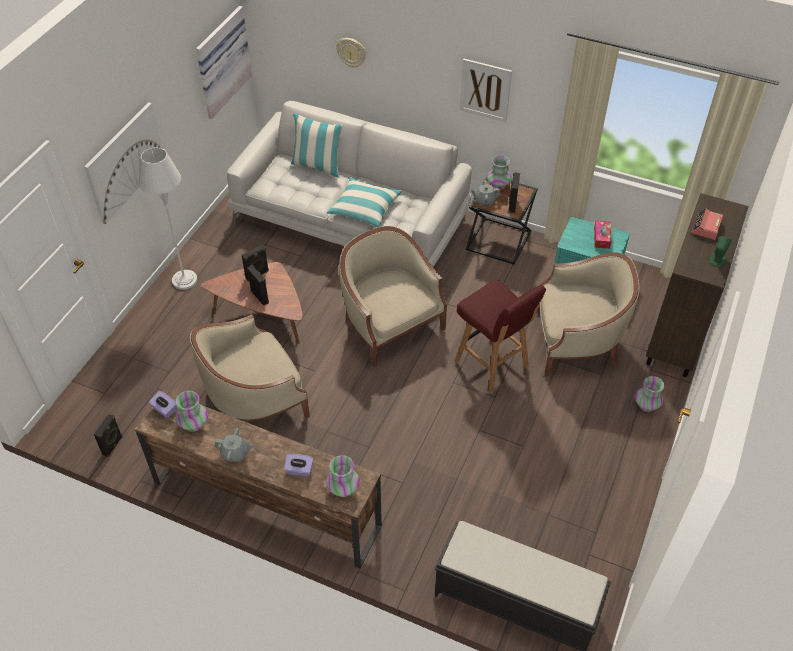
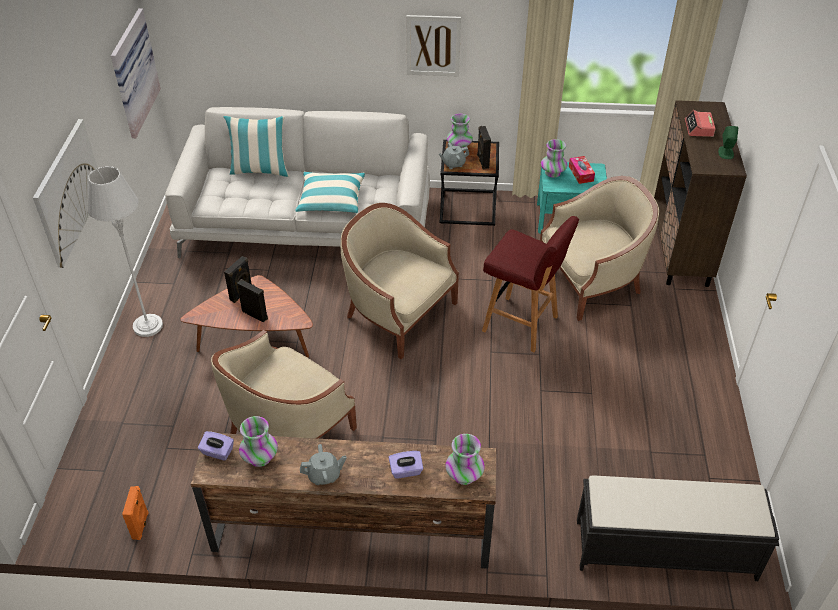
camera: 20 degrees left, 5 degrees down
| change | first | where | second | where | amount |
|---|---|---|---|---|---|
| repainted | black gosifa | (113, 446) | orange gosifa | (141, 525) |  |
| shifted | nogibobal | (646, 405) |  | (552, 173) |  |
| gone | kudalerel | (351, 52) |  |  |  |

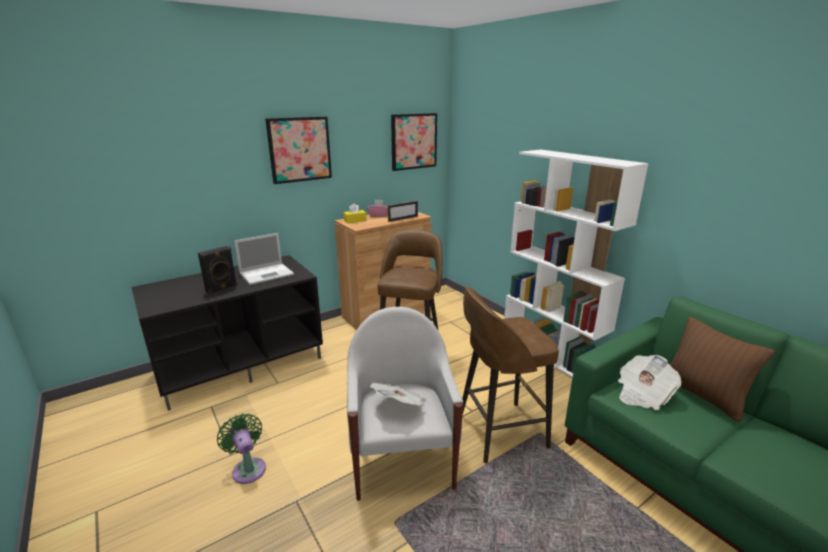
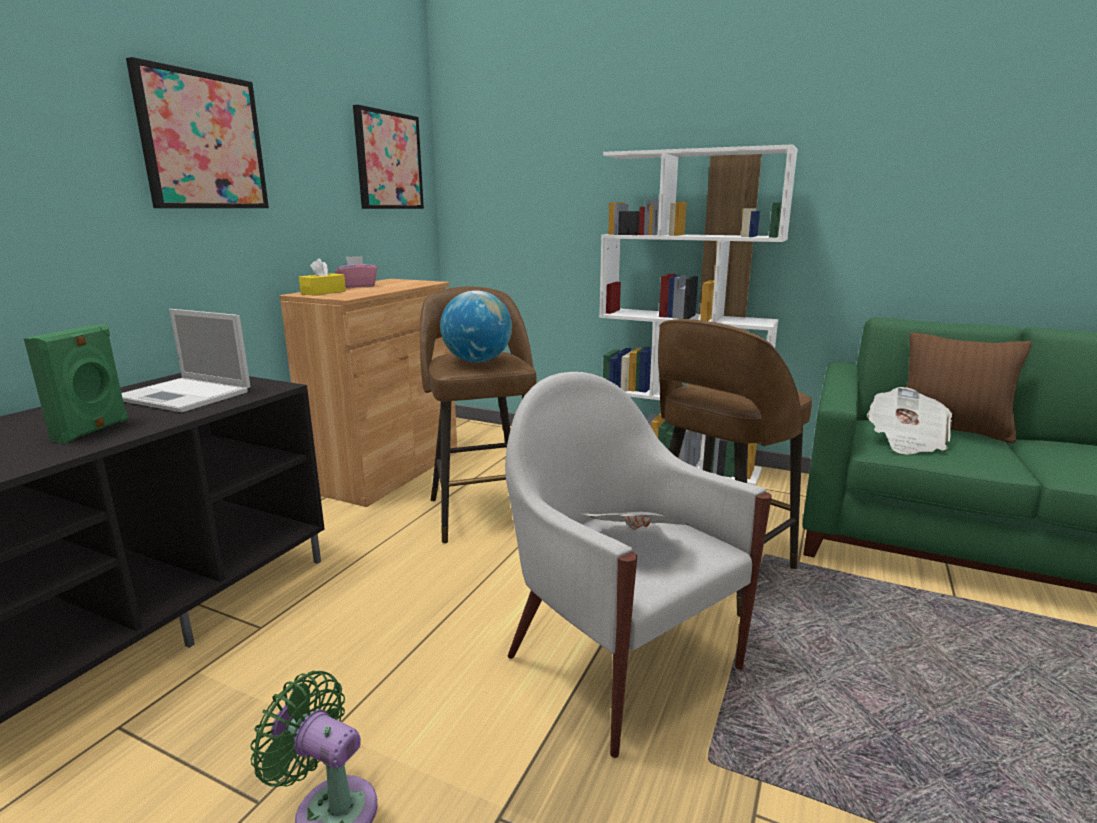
camera: 30 degrees left, 5 degrees down
| change | first | where | second | where | amount |
|---|---|---|---|---|---|
| repainted | black gosifa | (222, 288) | green gosifa | (93, 430) |  |
| rotated | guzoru | (267, 274) |  | (186, 395) | 90 degrees clockwise |
| new |  |  | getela | (477, 361) |  |
| gone | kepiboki | (403, 219) |  |  |  |

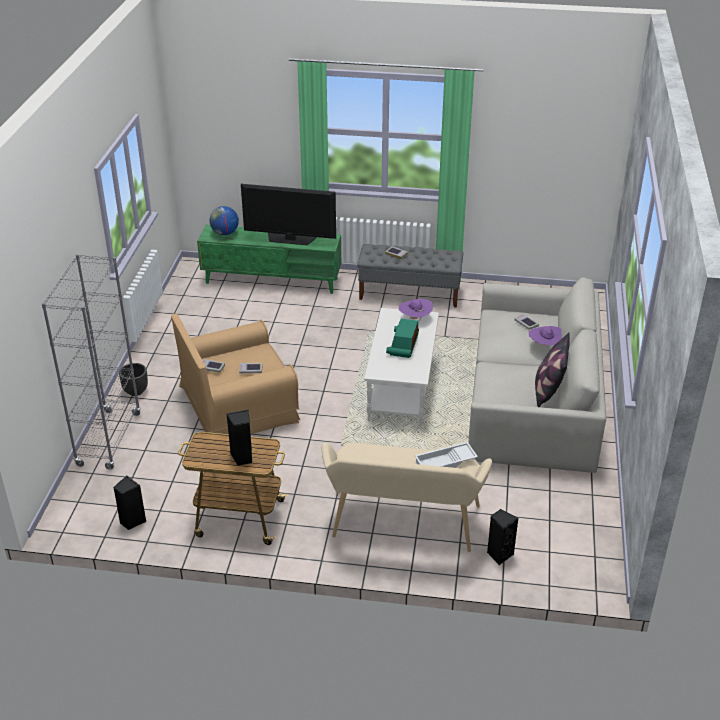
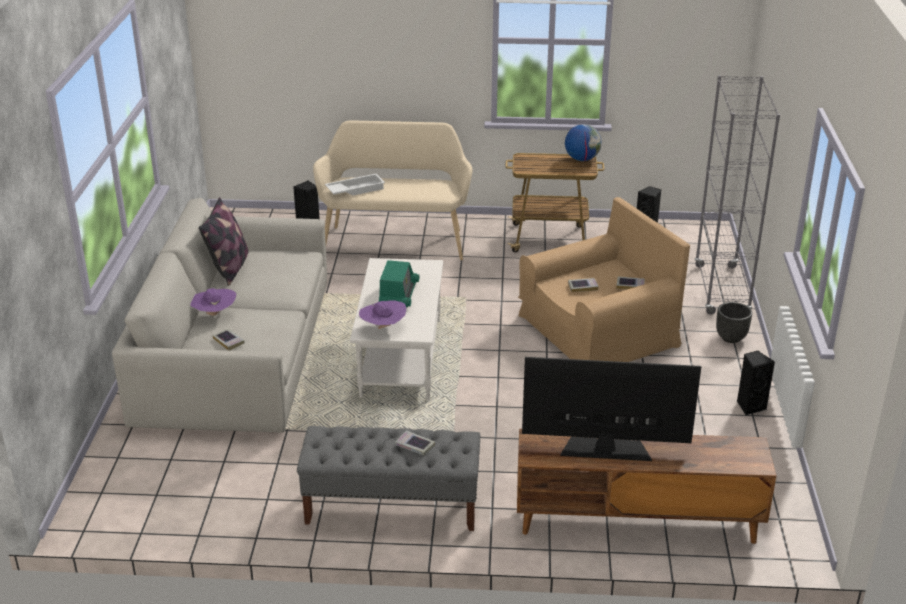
camera: 175 degrees right, 5 degrees down
| change | first | where | second | where | amount |
|---|---|---|---|---|---|
| repainted | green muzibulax | (272, 280) | brown muzibulax | (636, 521) |  |
| shifted | getela | (225, 233) |  | (582, 159) |  |
| shifted | black gosifa | (242, 458) |  | (750, 406) |  |

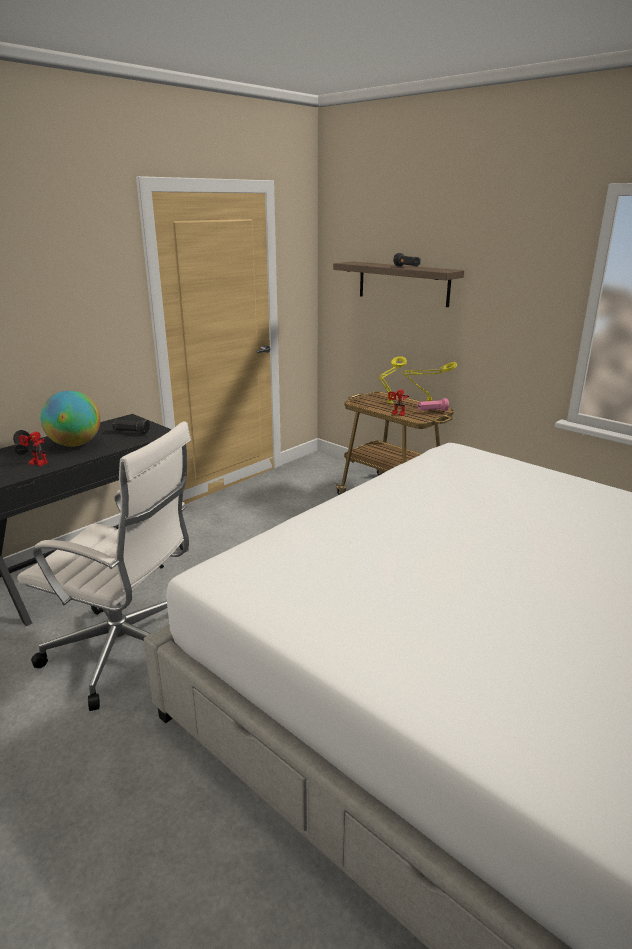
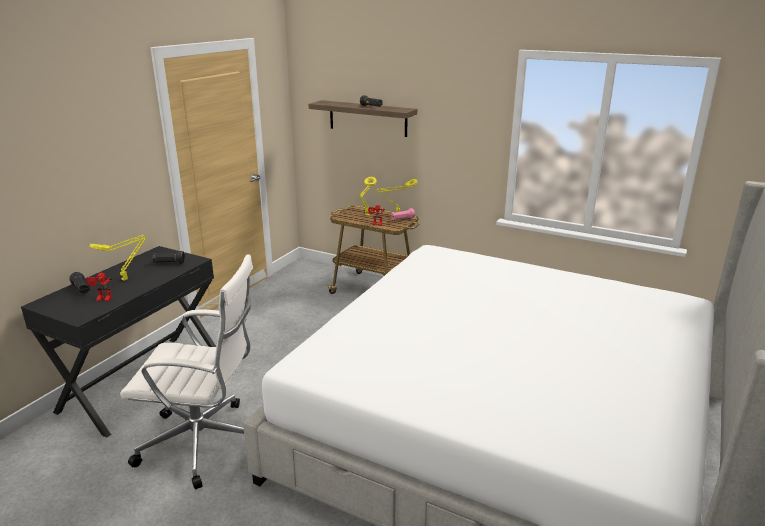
camera: 15 degrees left, 0 degrees up
| change | first | where | second | where | amount |
|---|---|---|---|---|---|
| swapped | getela | (75, 444) | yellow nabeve | (126, 279) |  |

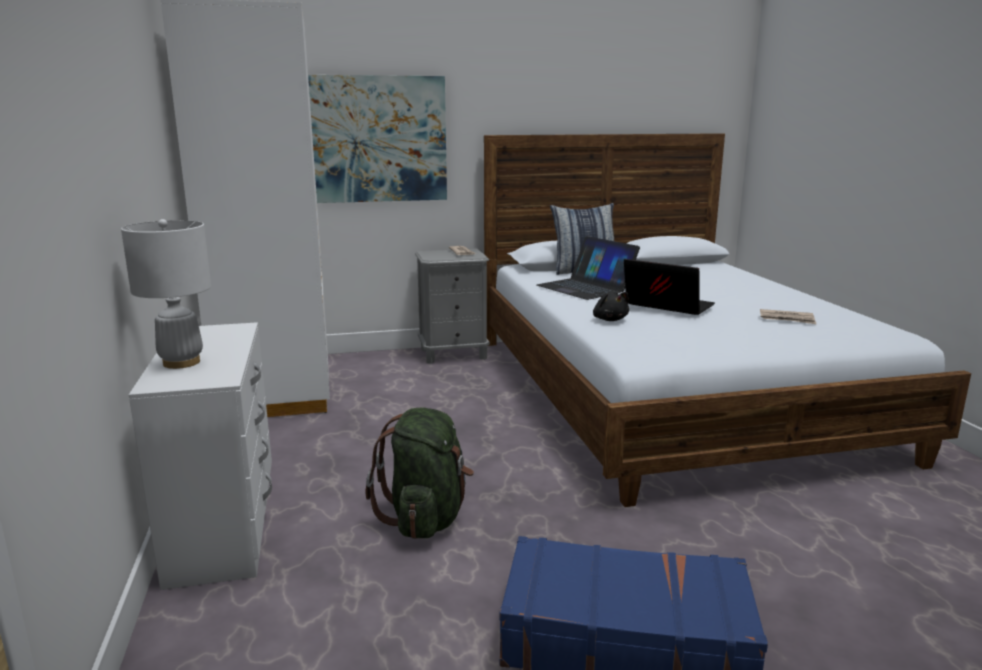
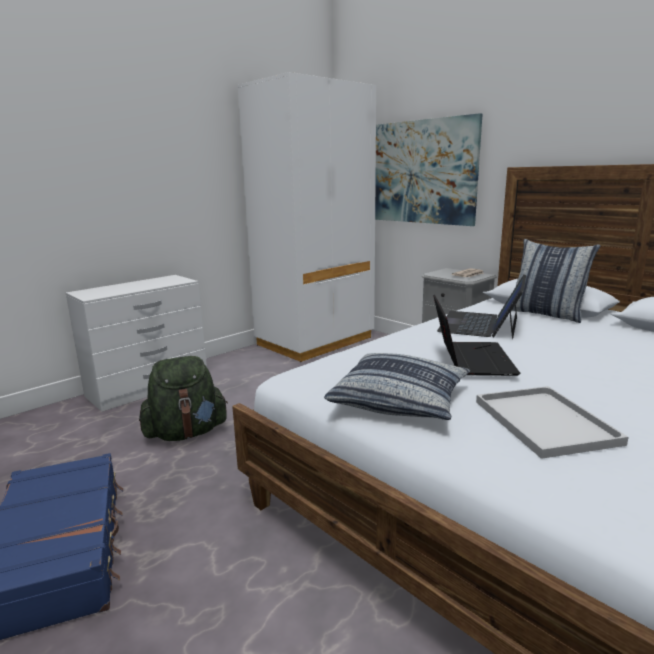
camera: 60 degrees right, 0 degrees up
| change | first | where | second | where | amount |
|---|---|---|---|---|---|
| new |  |  | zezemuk | (400, 399) |  |
| swapped | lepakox | (787, 319) | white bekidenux | (547, 423) |  |
| gone | white nabeve | (182, 362) |  |  |  |
| gone | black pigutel | (609, 319) |  |  |  |

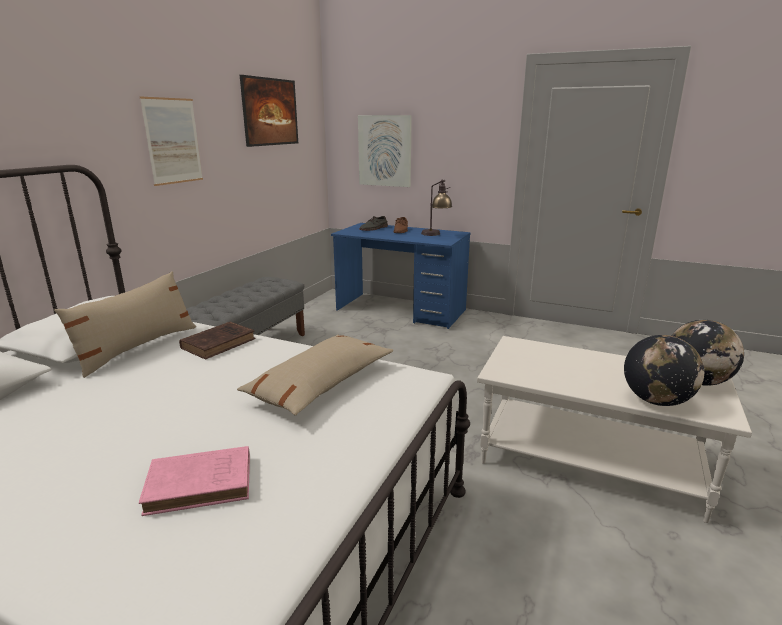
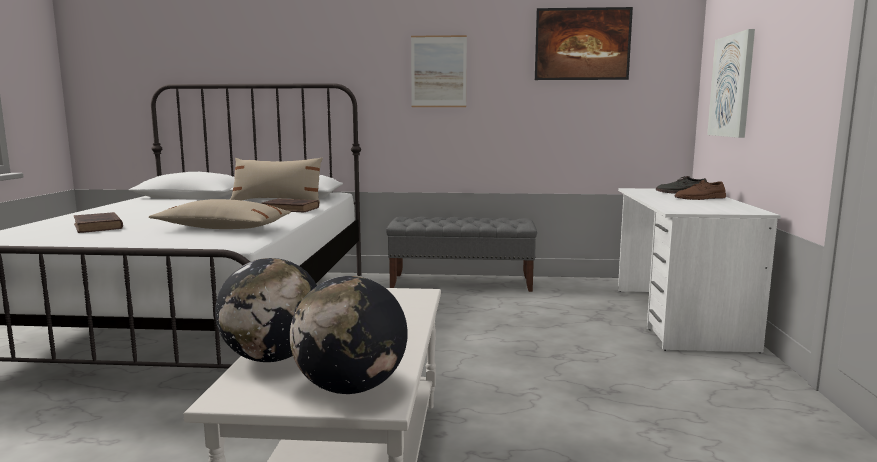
camera: 70 degrees right, 10 degrees down
| change | first | where | second | where | amount |
|---|---|---|---|---|---|
| repainted | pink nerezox | (203, 484) | brown nerezox | (98, 227) |  |
| repainted | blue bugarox | (401, 310) | white bugarox | (679, 318) |  |
| gone | nabeve | (435, 235) |  |  |  |

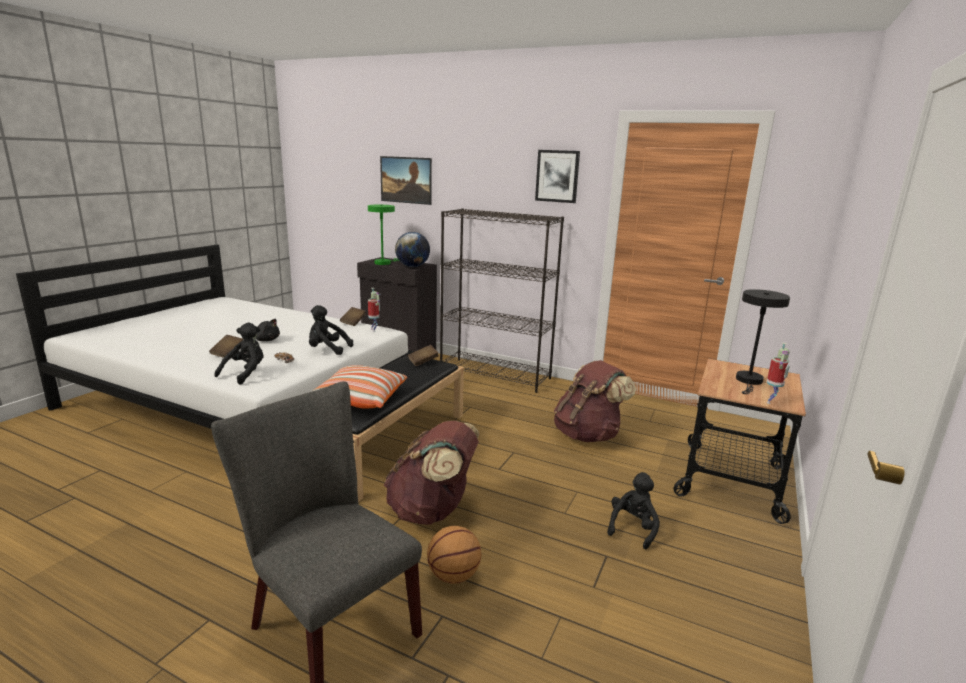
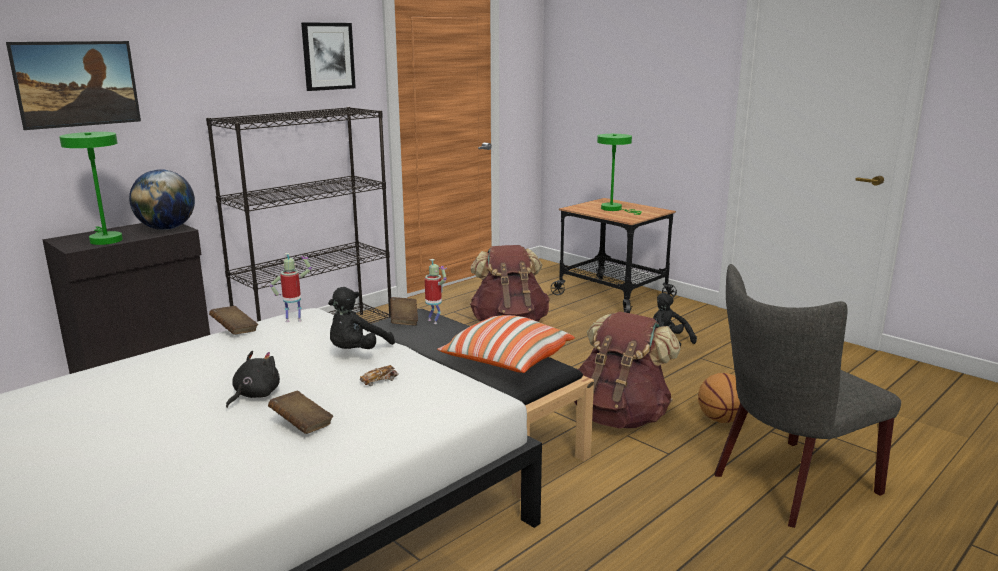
camera: 70 degrees left, 0 degrees up
| change | first | where | second | where | amount |
|---|---|---|---|---|---|
| shifted | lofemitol | (771, 402) |  | (434, 321) |  |
| repainted | black nabeve | (749, 381) | green nabeve | (614, 209) |  |
| gone | black pigutel | (245, 373) |  |  |  |

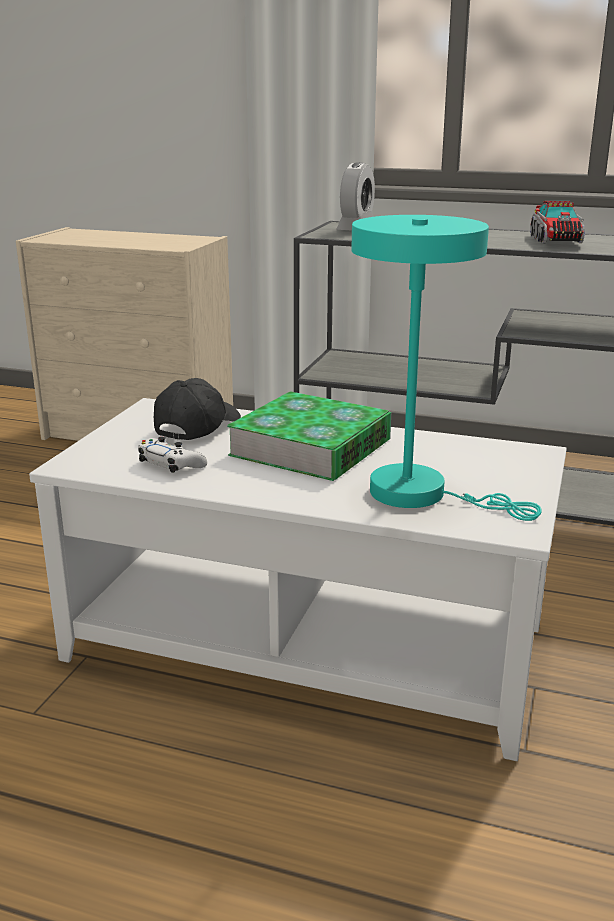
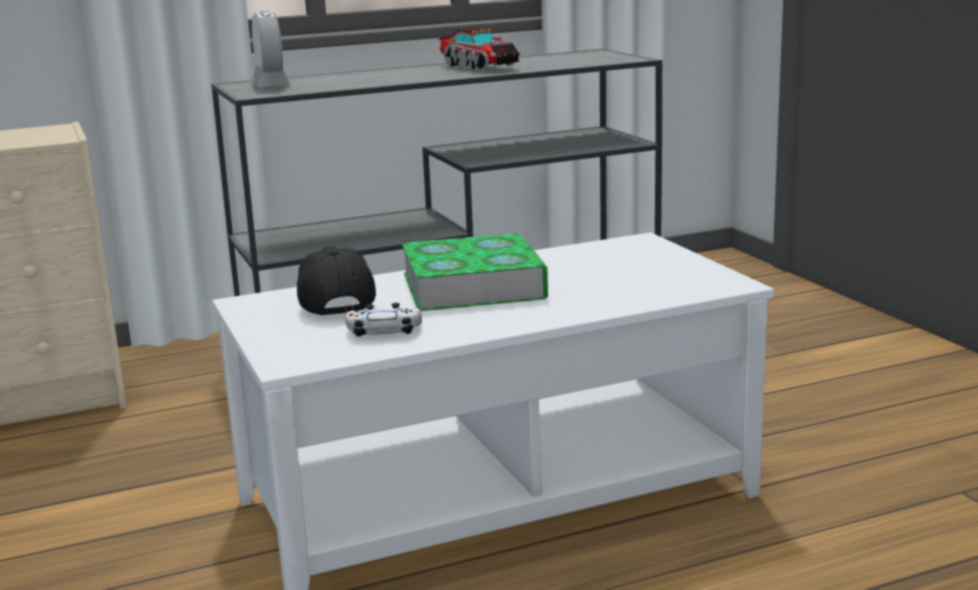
camera: 40 degrees left, 5 degrees down
| change | first | where | second | where | amount |
|---|---|---|---|---|---|
| gone | turquoise nabeve | (421, 494) |  |  |  |

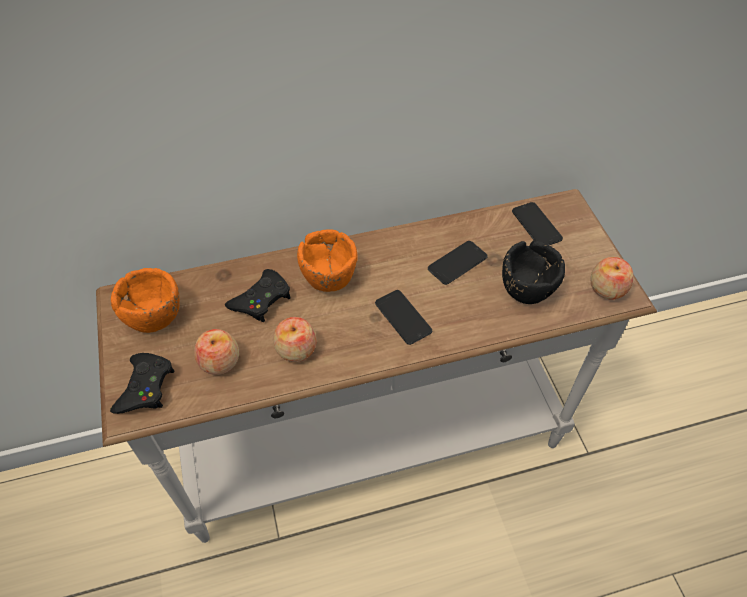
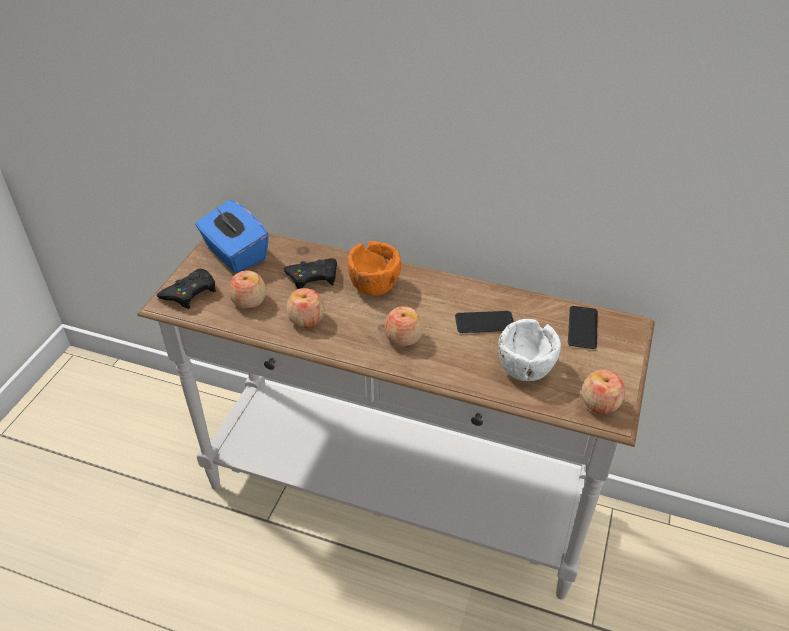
camera: 35 degrees right, 10 degrees down
| change | first | where | second | where | amount |
|---|---|---|---|---|---|
| swapped | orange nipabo | (155, 316) | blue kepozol | (235, 254) |  |
| swapped | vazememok | (403, 317) | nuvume | (403, 338) |  |
| repainted | black nipabo | (526, 289) | white nipabo | (525, 368) |  |

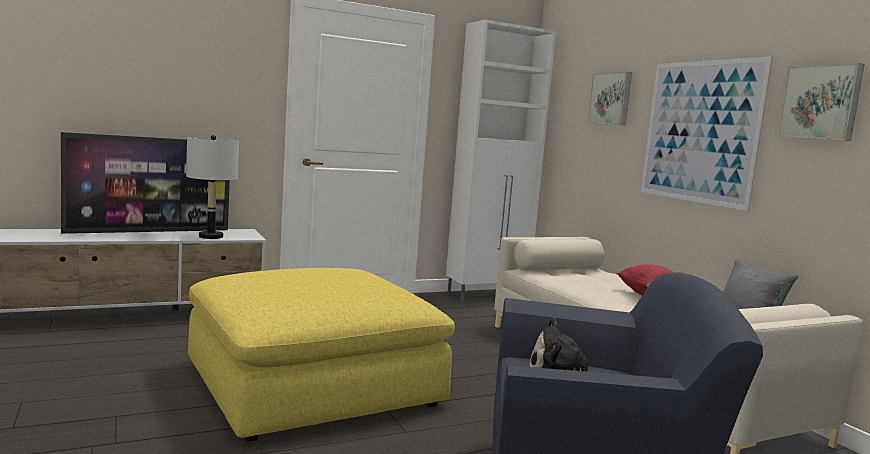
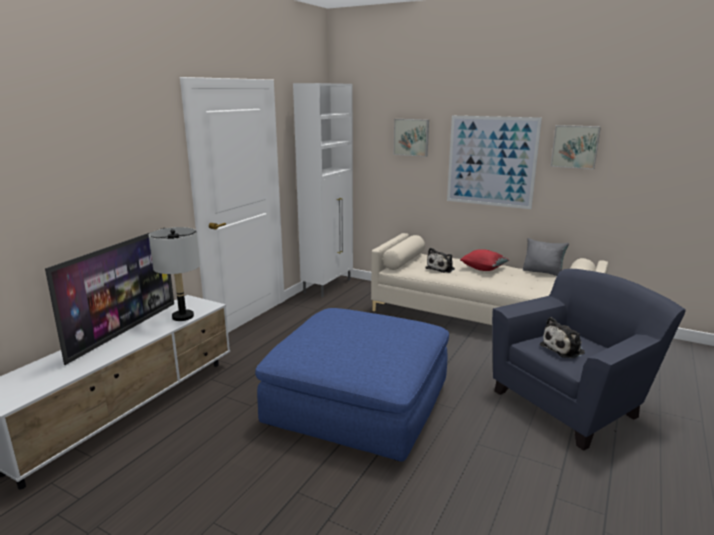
camera: 35 degrees left, 10 degrees up
| change | first | where | second | where | amount |
|---|---|---|---|---|---|
| repainted | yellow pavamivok | (313, 384) | blue pavamivok | (358, 403) |  |
| new |  |  | pigutel | (441, 268) |  |

